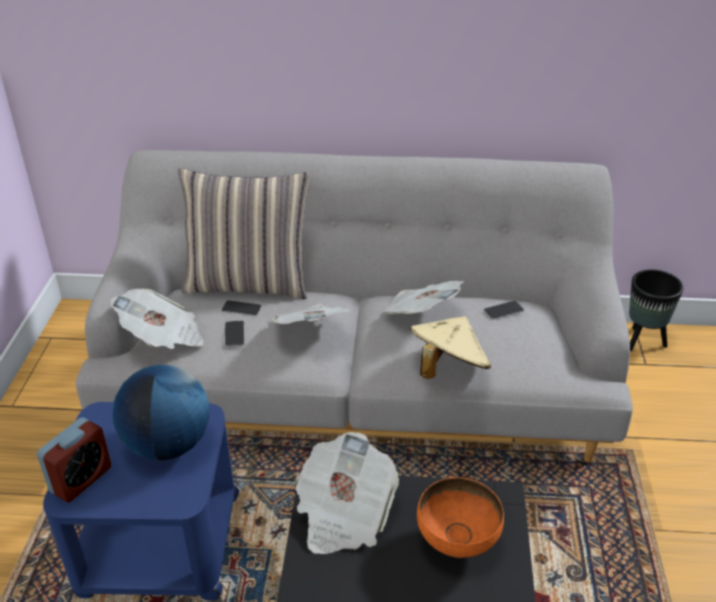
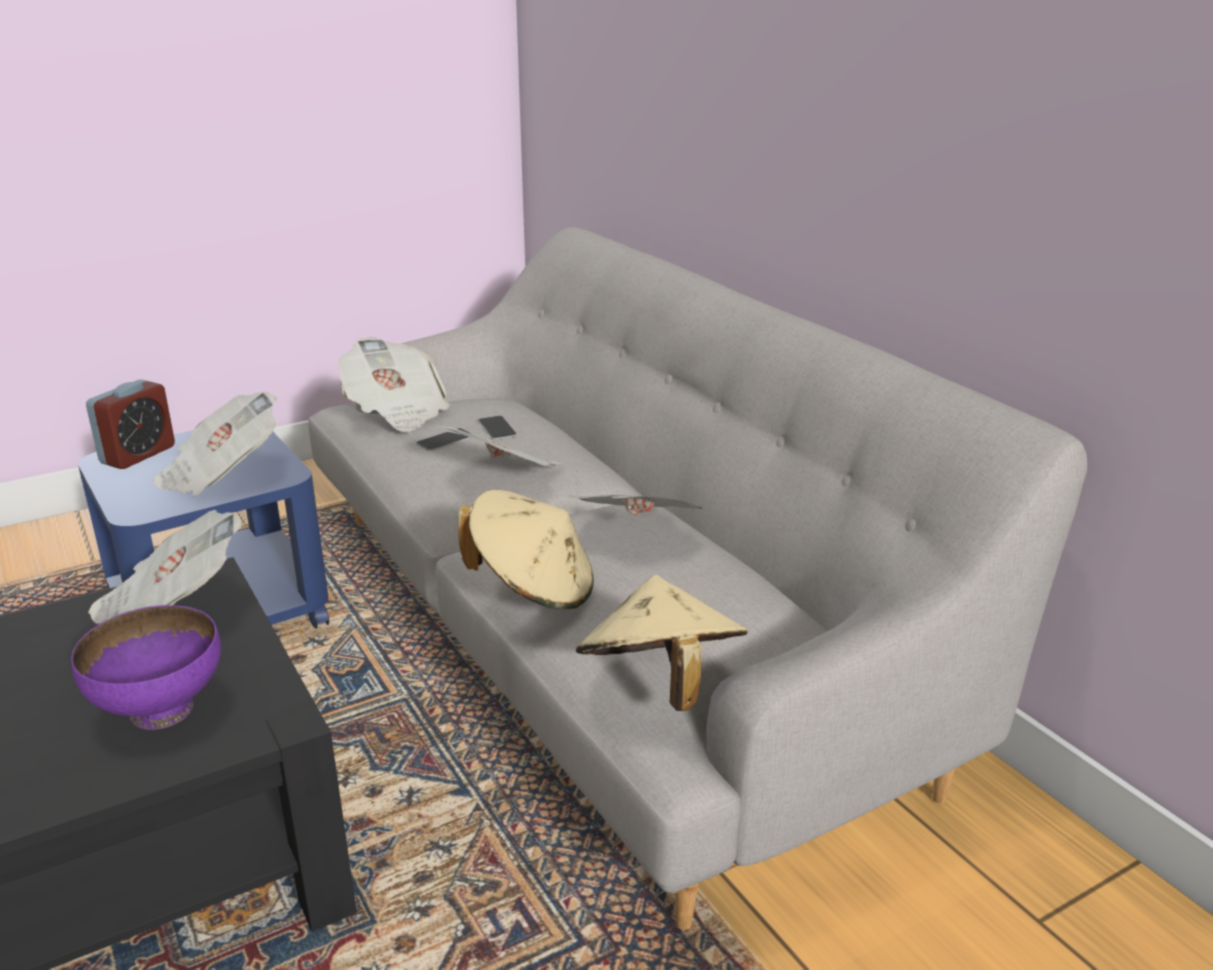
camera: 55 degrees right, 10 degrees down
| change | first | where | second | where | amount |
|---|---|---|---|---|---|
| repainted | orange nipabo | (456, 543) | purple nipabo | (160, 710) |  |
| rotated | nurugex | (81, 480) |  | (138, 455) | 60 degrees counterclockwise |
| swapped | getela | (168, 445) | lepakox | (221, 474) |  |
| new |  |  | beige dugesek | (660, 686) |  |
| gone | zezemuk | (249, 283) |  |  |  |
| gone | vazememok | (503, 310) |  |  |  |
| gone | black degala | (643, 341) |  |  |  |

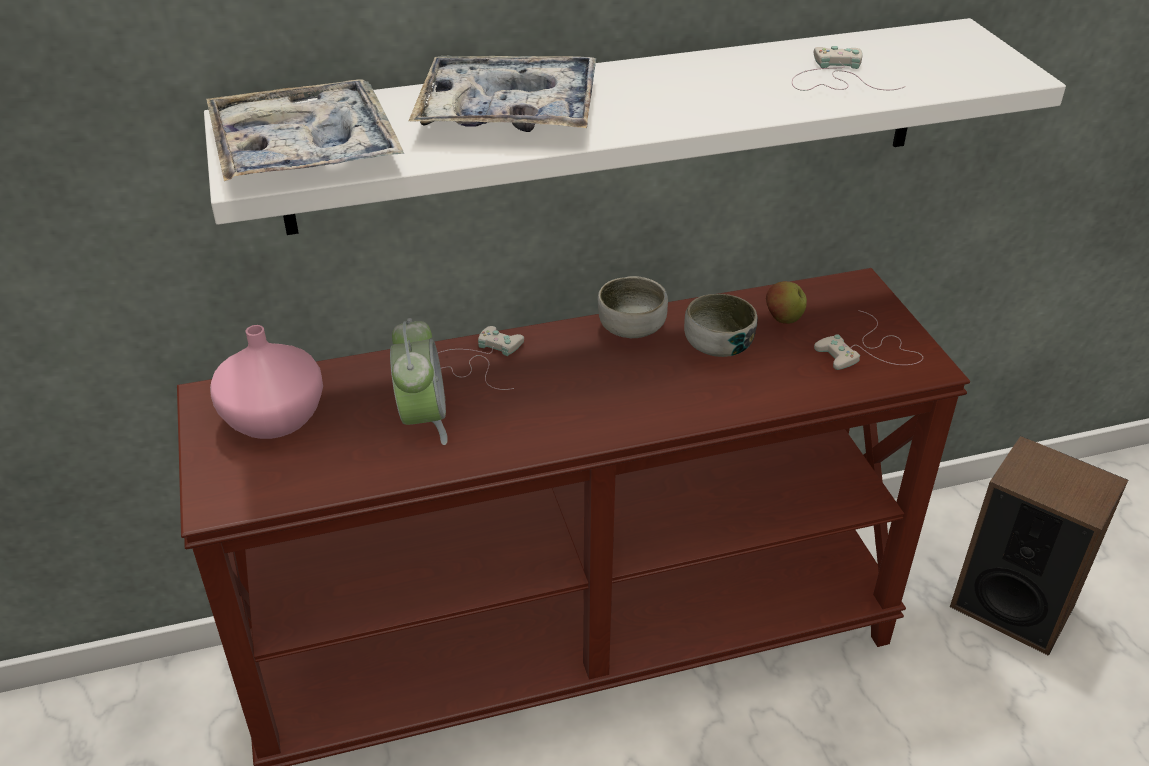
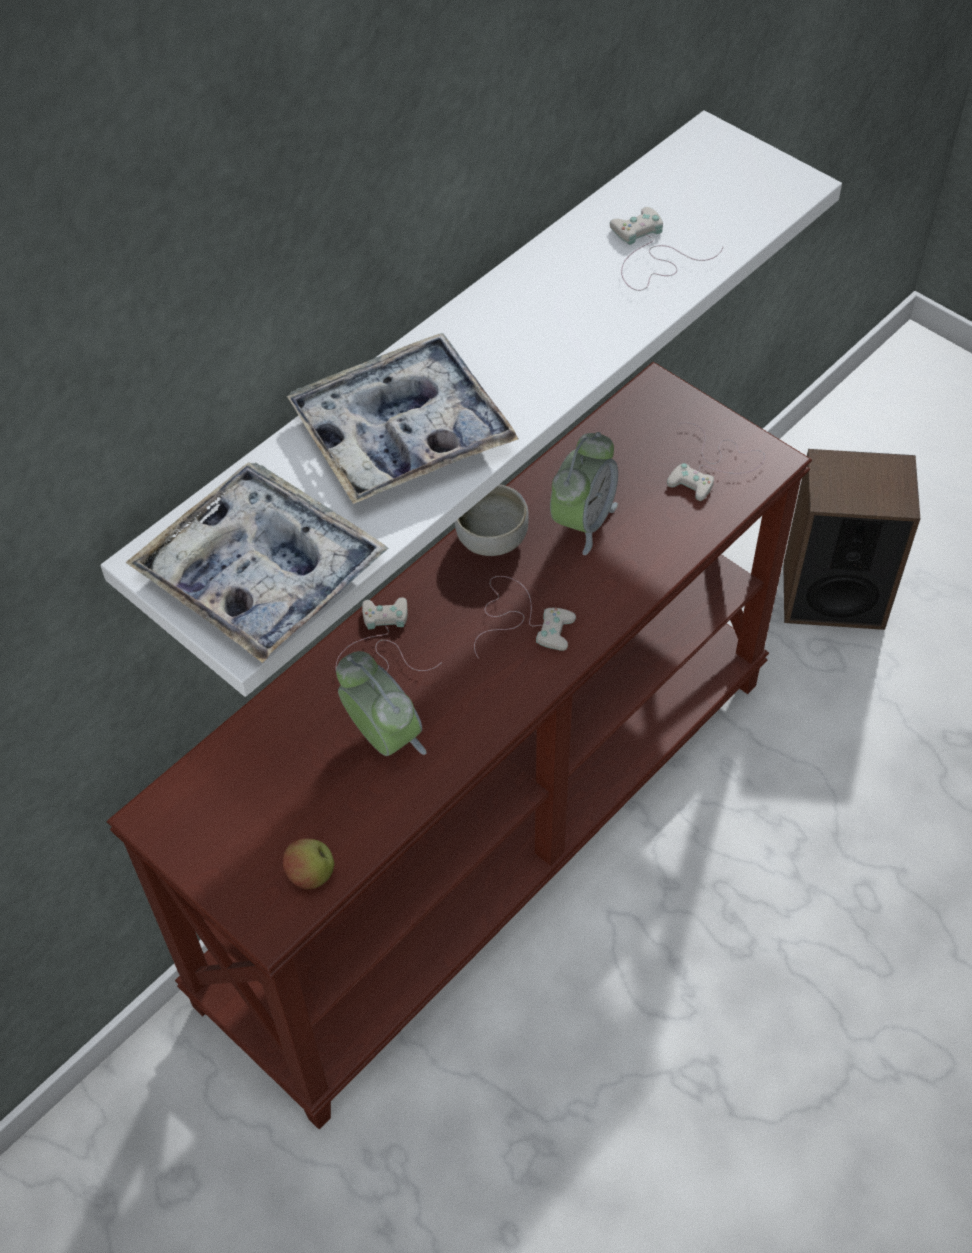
camera: 30 degrees left, 15 degrees up
| change | first | where | second | where | amount |
|---|---|---|---|---|---|
| shifted | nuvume | (783, 319) |  | (311, 875) |  |
| new |  |  | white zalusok | (520, 618) |  |
| swapped | nipabo | (718, 346) | nurugex | (582, 521) |  |
| gone | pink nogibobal | (272, 420) |  |  |  |

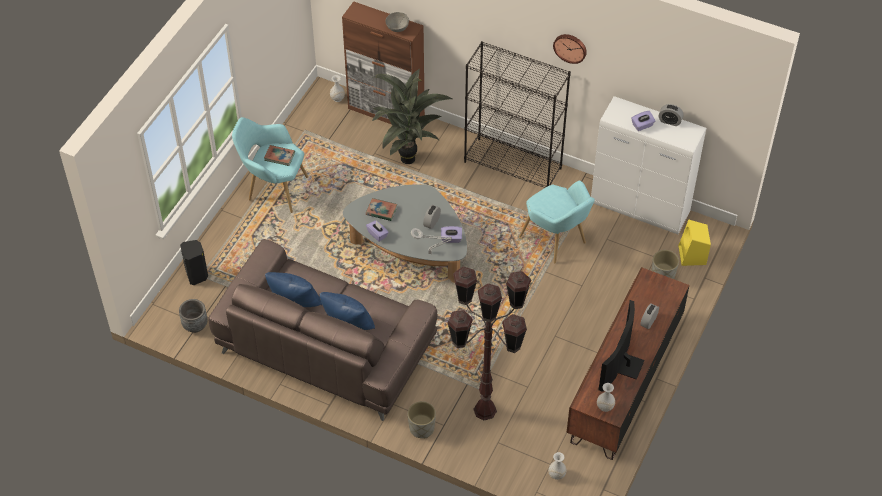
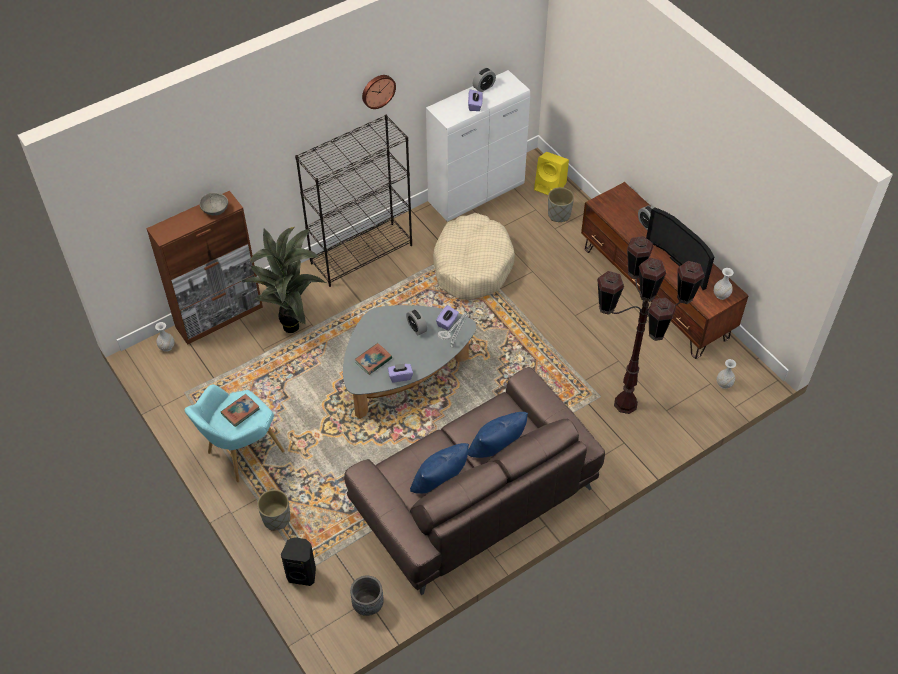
camera: 60 degrees left, 0 degrees up
| change | first | where | second | where | amount |
|---|---|---|---|---|---|
| shifted | grey degala | (421, 428) |  | (276, 519) |  |
| swapped | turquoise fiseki | (556, 241) | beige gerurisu | (472, 265) |  |

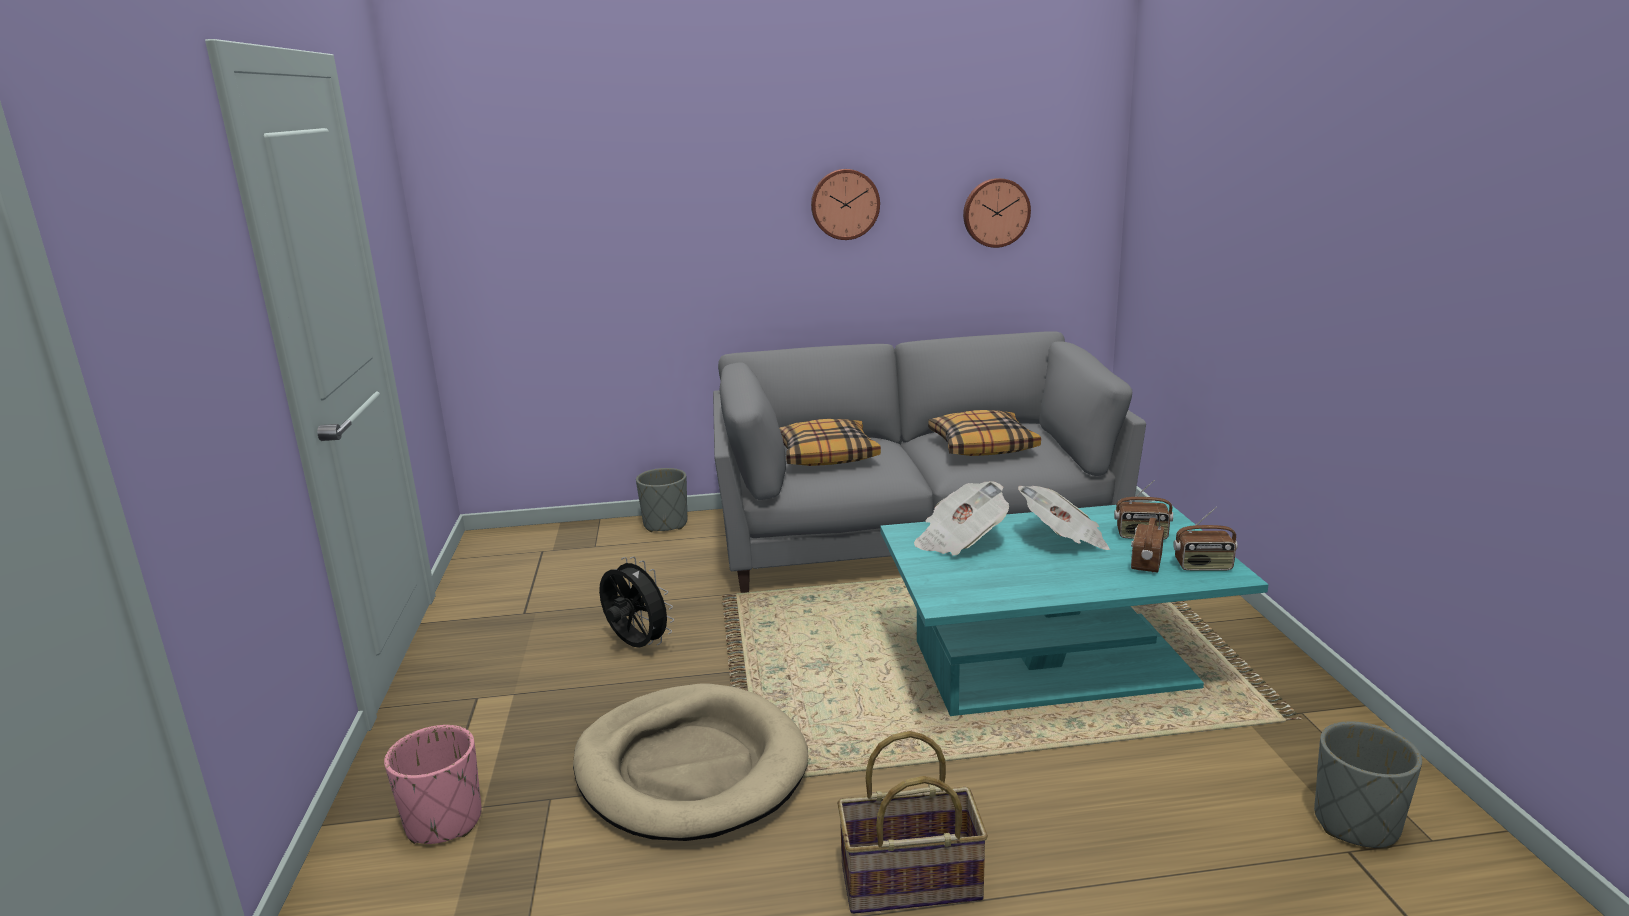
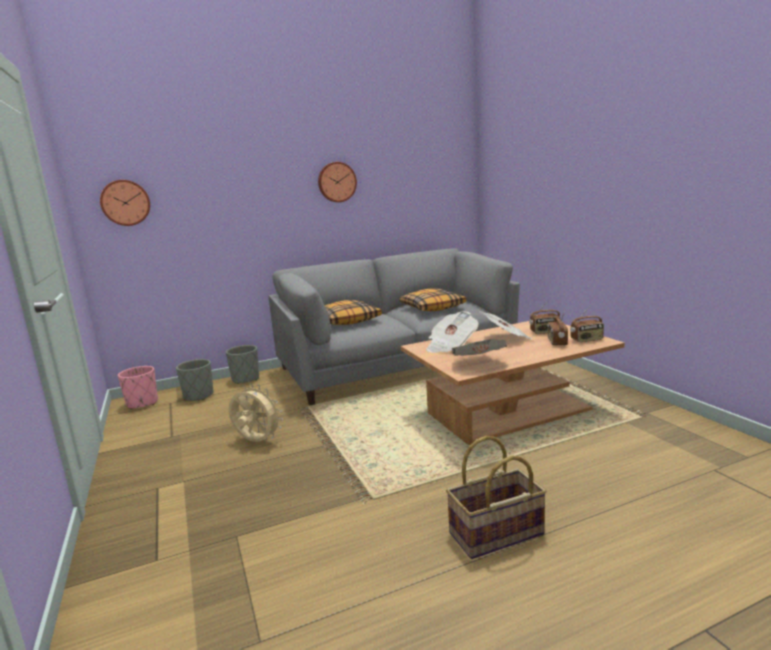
camera: 15 degrees left, 5 degrees down
| change | first | where | second | where | amount |
|---|---|---|---|---|---|
| shifted | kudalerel | (995, 212) |  | (125, 203) |  |
| shifted | pink degala | (444, 821) |  | (142, 403) |  |
| shifted | grey degala | (1356, 823) |  | (198, 396) |  |
| repainted | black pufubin | (636, 646) | beige pufubin | (256, 442) |  |
| repainted | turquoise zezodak | (1053, 665) | brown zezodak | (508, 412) |  |
| new |  |  | lepakox | (478, 363) |  |
| gone | beige gerurisu | (691, 768) |  |  |  |

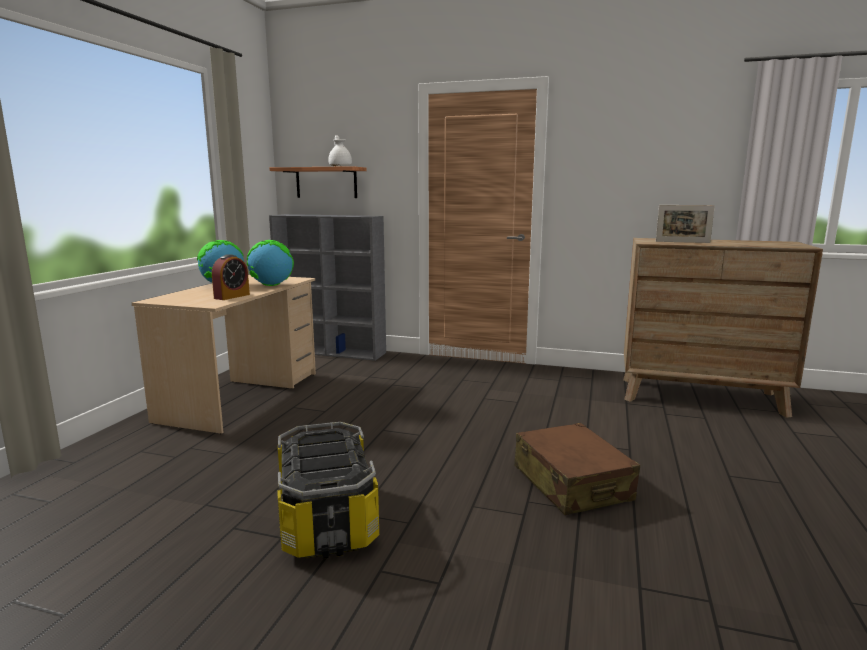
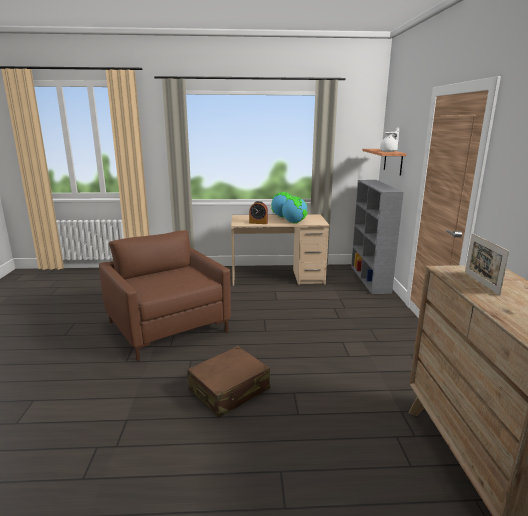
camera: 70 degrees right, 5 degrees up
| change | first | where | second | where | amount |
|---|---|---|---|---|---|
| swapped | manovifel | (326, 519) | brown fiseki | (168, 327) |  |

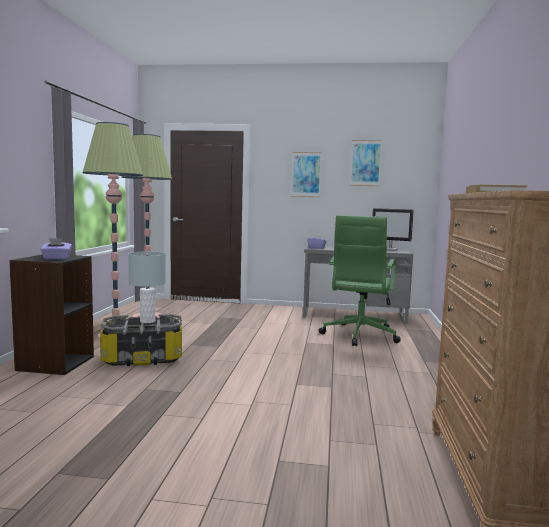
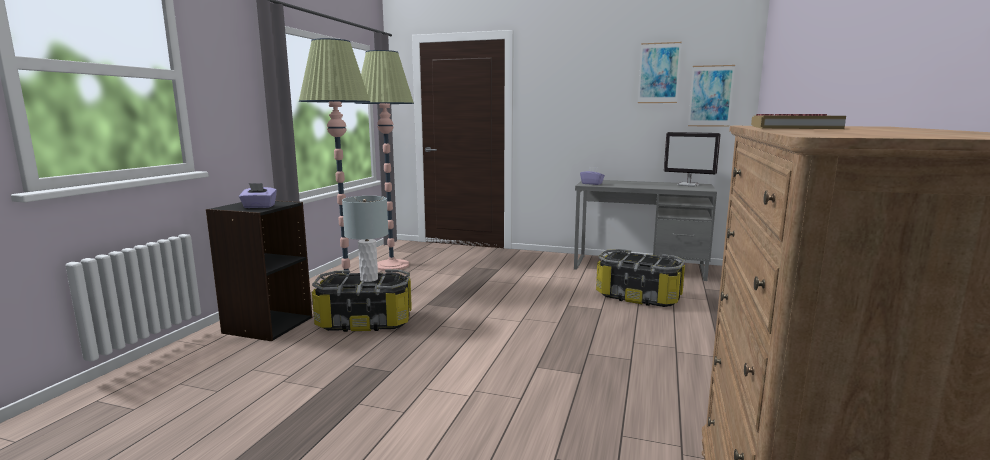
camera: 10 degrees right, 5 degrees up
| change | first | where | second | where | amount |
|---|---|---|---|---|---|
| swapped | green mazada | (359, 335) | manovifel | (638, 297) |  |
| shifted | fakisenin | (306, 174) |  | (710, 96) |  |

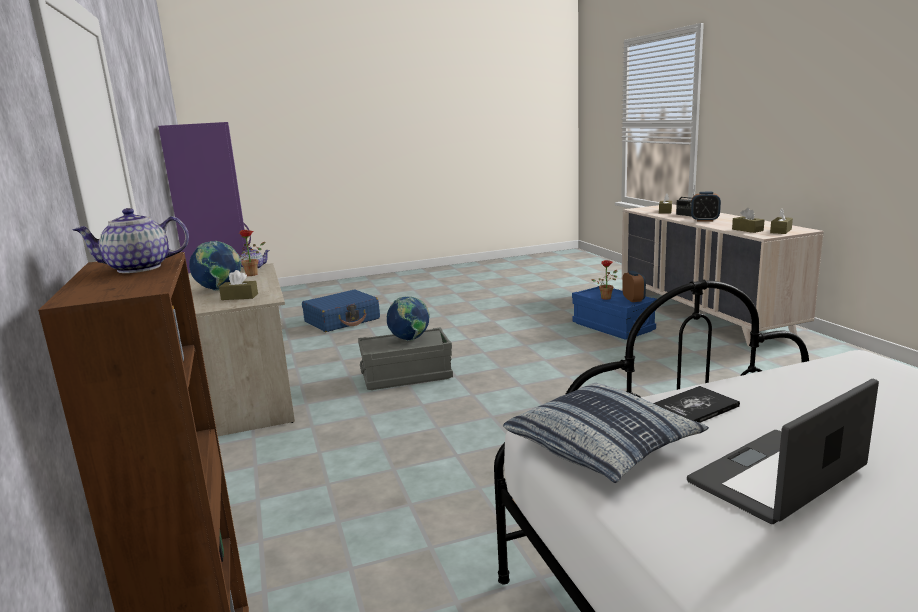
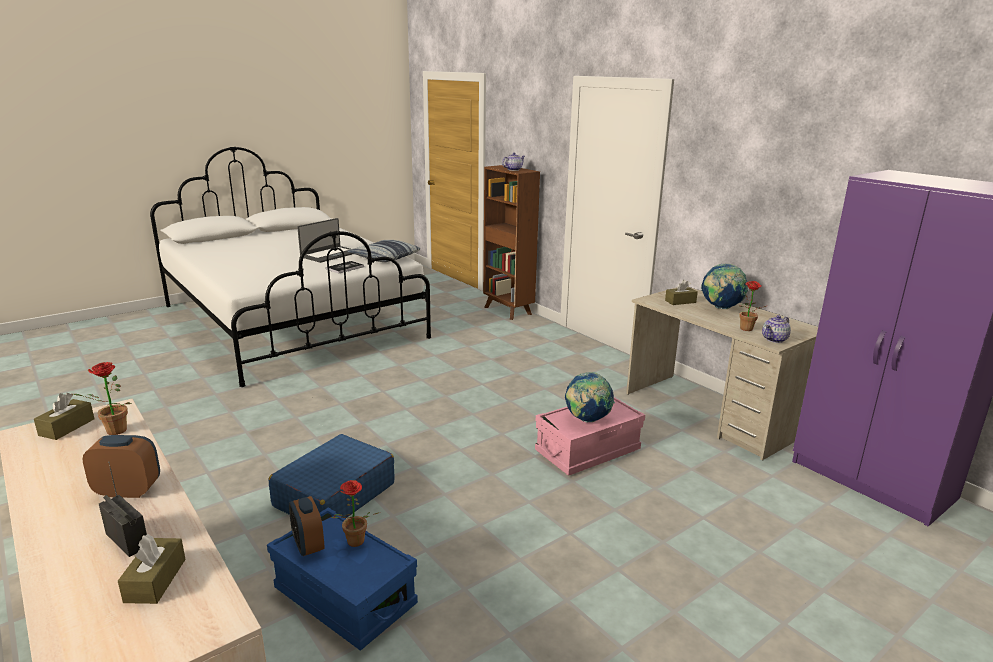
camera: 160 degrees right, 5 degrees up
| change | first | where | second | where | amount |
|---|---|---|---|---|---|
| swapped | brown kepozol | (747, 230) | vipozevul | (112, 432) |  |
| shifted | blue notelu | (342, 320) |  | (334, 495) |  |
| repainted | grey manovifel | (406, 376) | pink manovifel | (587, 451) |  |

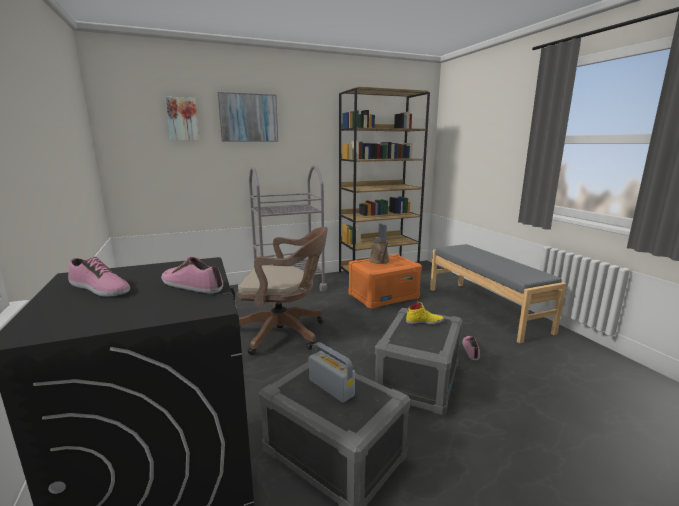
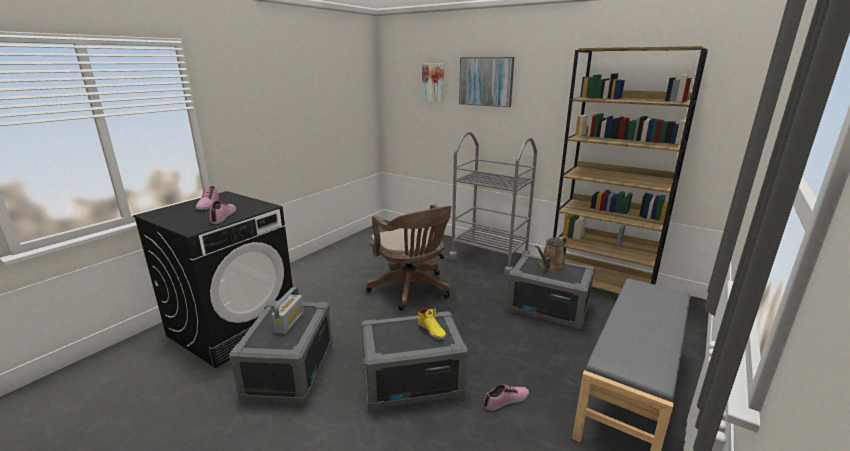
camera: 55 degrees right, 5 degrees up
| change | first | where | second | where | amount |
|---|---|---|---|---|---|
| repainted | orange manovifel | (383, 296) | grey manovifel | (548, 307) |  |

